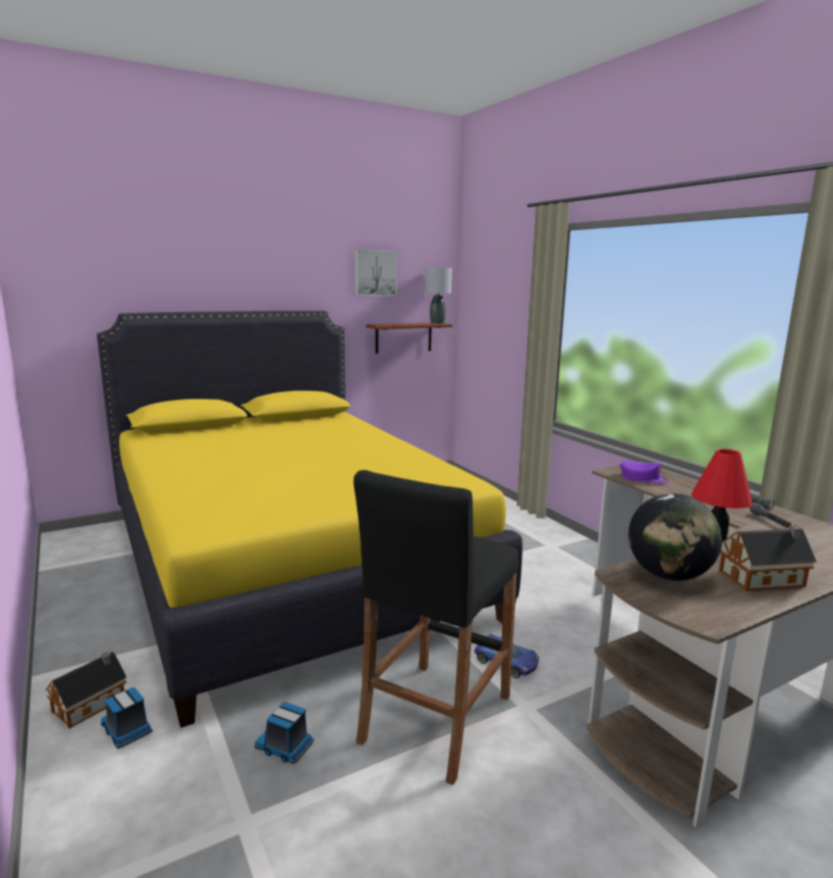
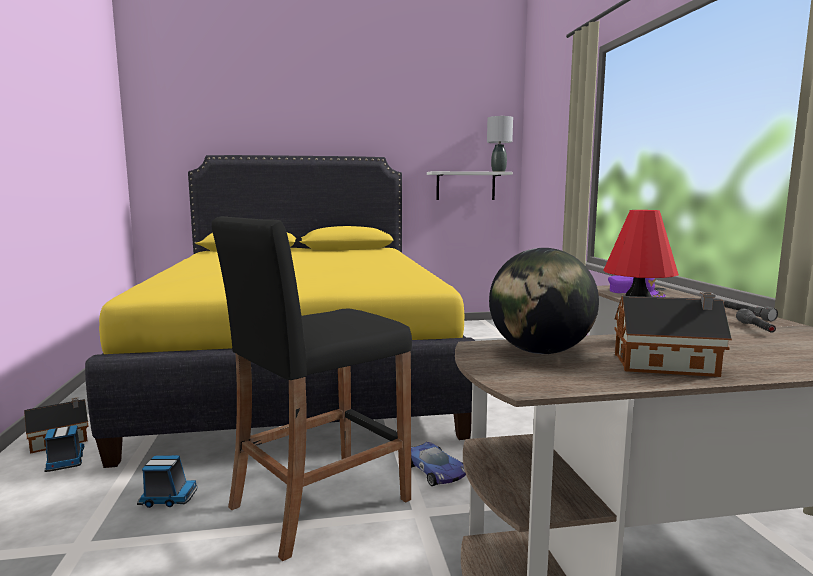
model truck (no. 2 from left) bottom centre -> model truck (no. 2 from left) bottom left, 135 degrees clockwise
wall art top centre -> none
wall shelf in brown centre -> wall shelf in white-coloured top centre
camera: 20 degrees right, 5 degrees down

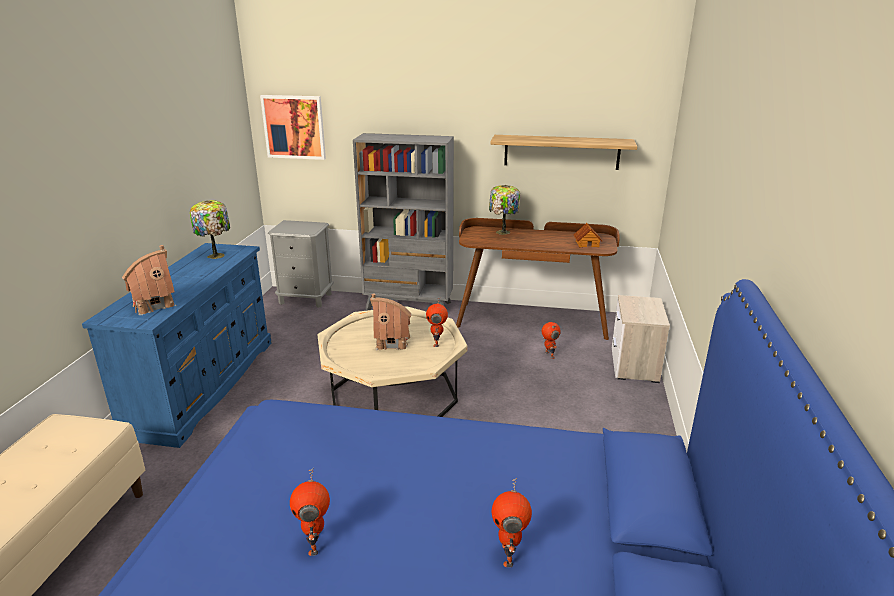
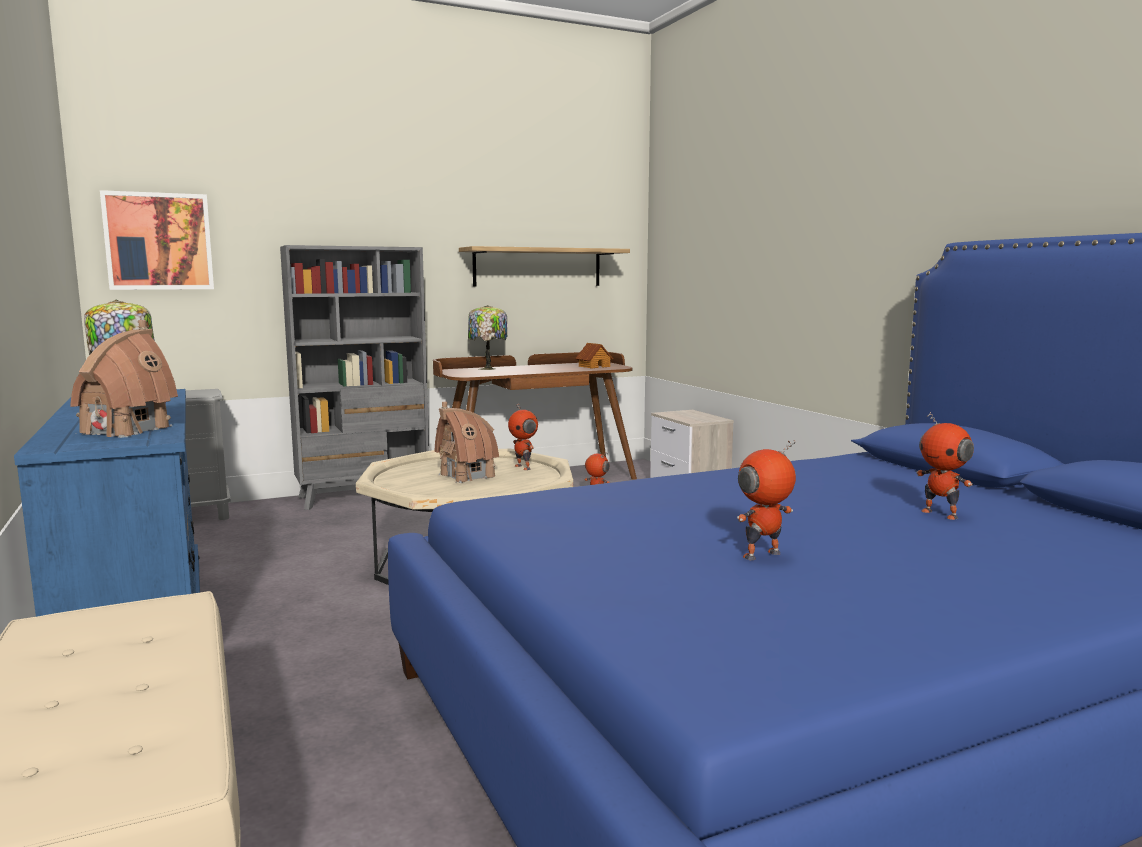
model robot (no. 1 from left in the first image) bottom centre -> model robot (no. 3 from left) middle right, 105 degrees clockwise
camera: 35 degrees left, 15 degrees down

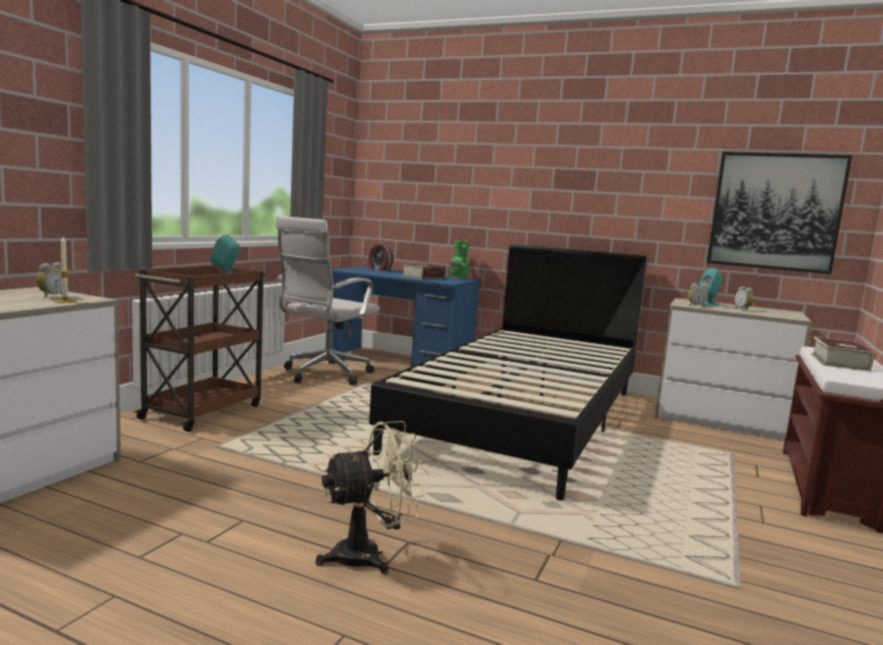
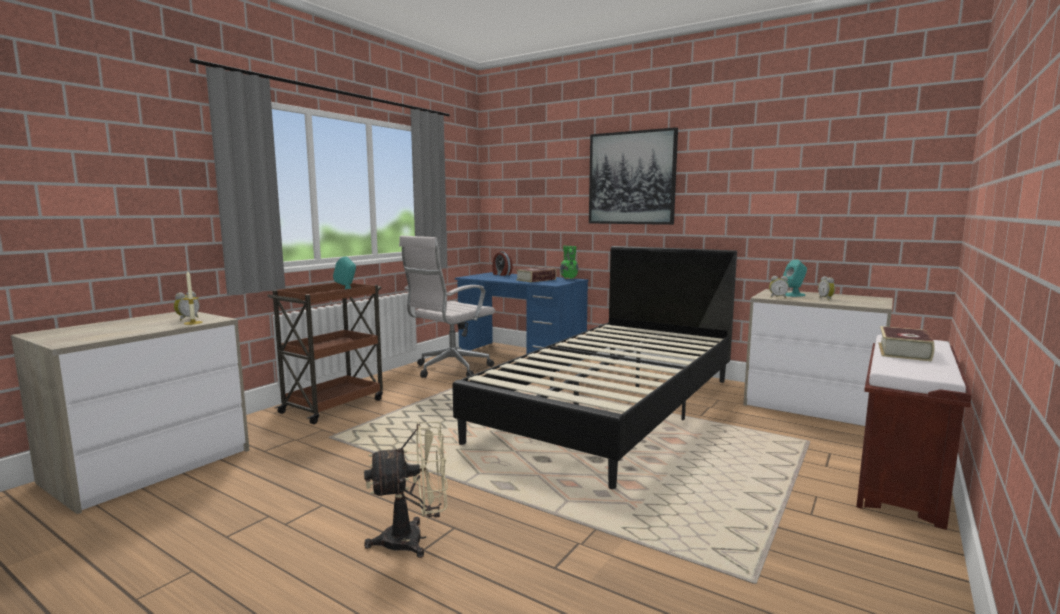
wall art top right -> wall art top centre, relocated
camera: 10 degrees right, 0 degrees up

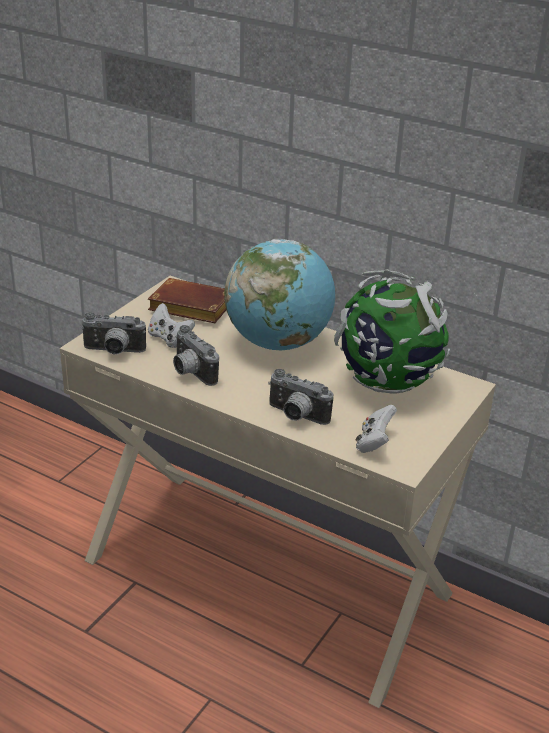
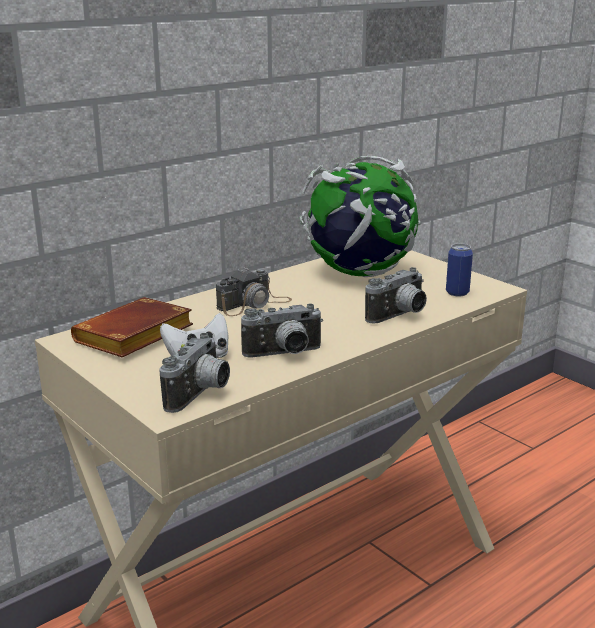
desk globe (no. 1 from left) centre -> still camera (no. 2 from left) centre
joypad in white-coloured (no. 2 from left) middle right -> sealed can middle right
camera: 70 degrees left, 10 degrees down

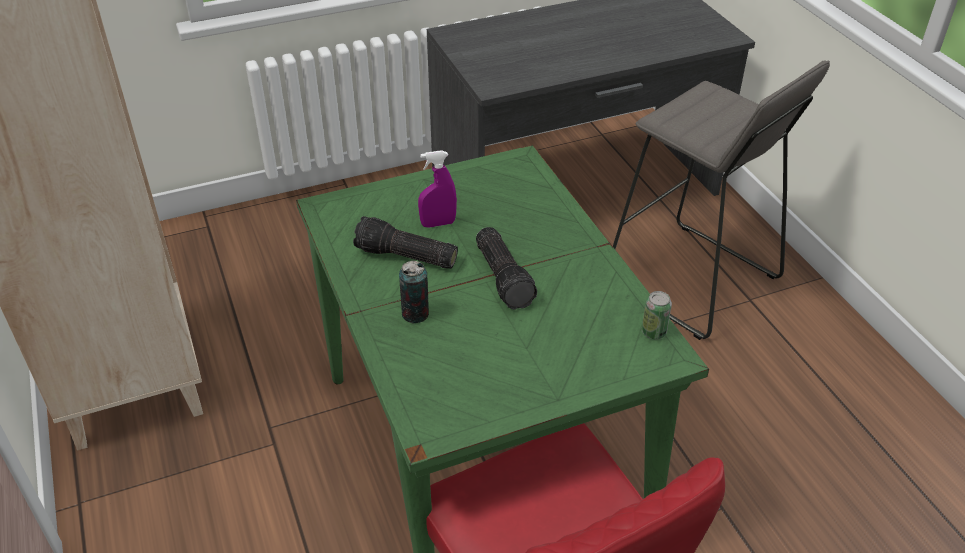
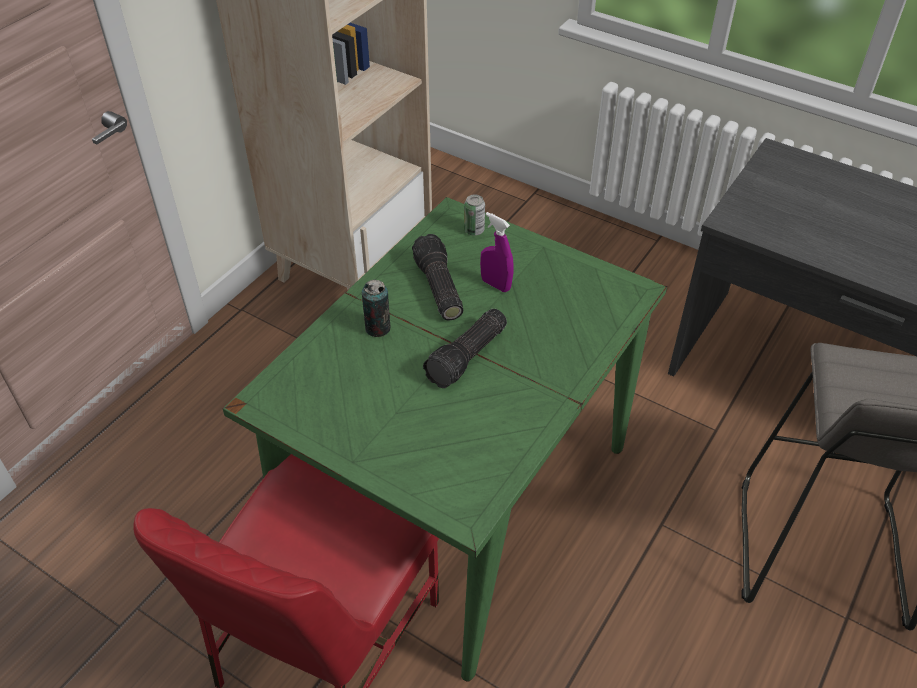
sealed can (no. 2 from left) middle right -> sealed can (no. 2 from left) top centre, relocated
camera: 55 degrees right, 5 degrees up

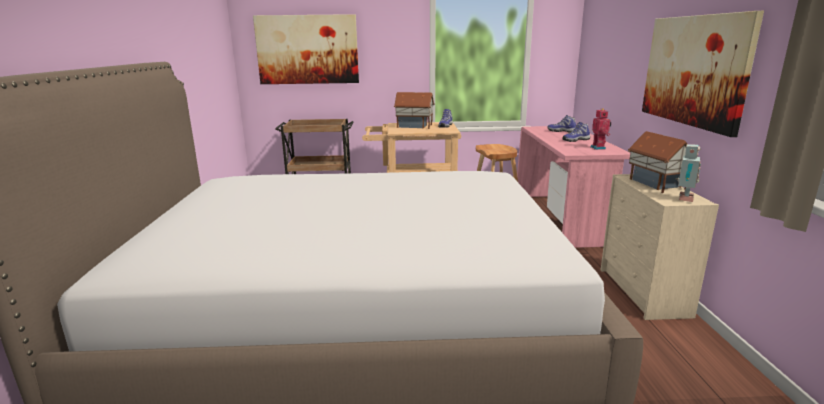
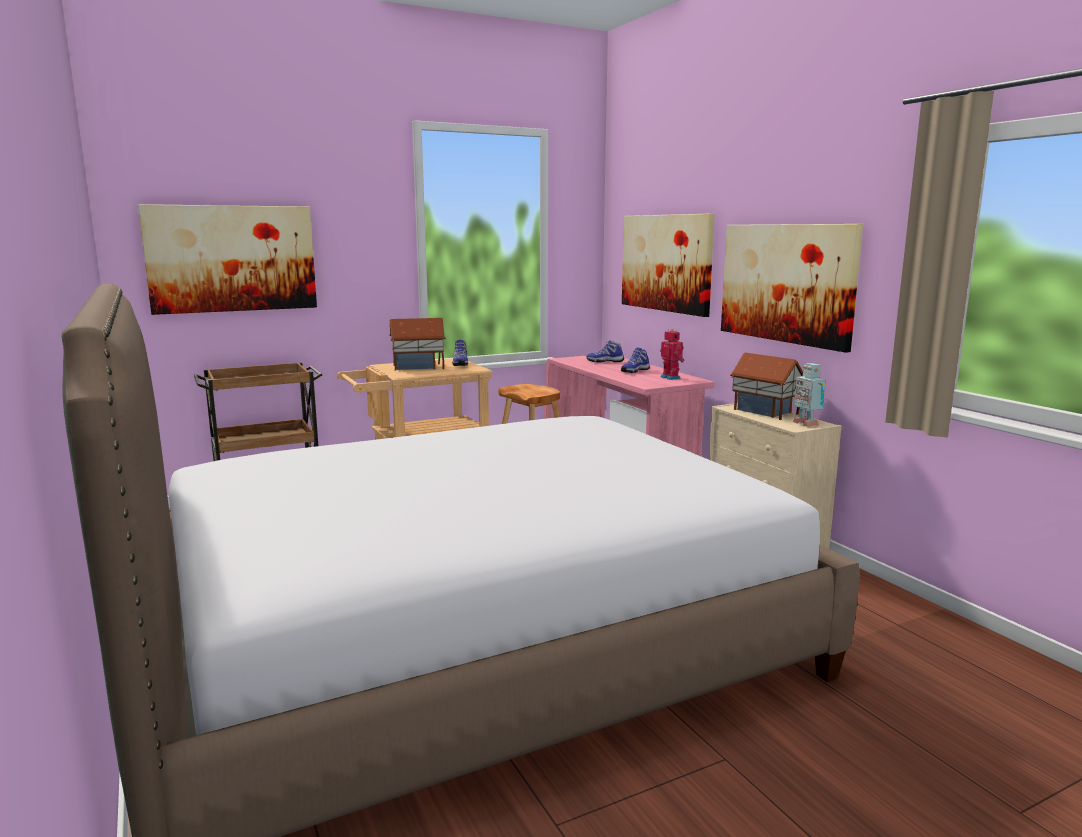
model robot (no. 2 from left) middle right, 150 degrees clockwise
none -> wall art (no. 2 from left) top centre
camera: 25 degrees left, 5 degrees down

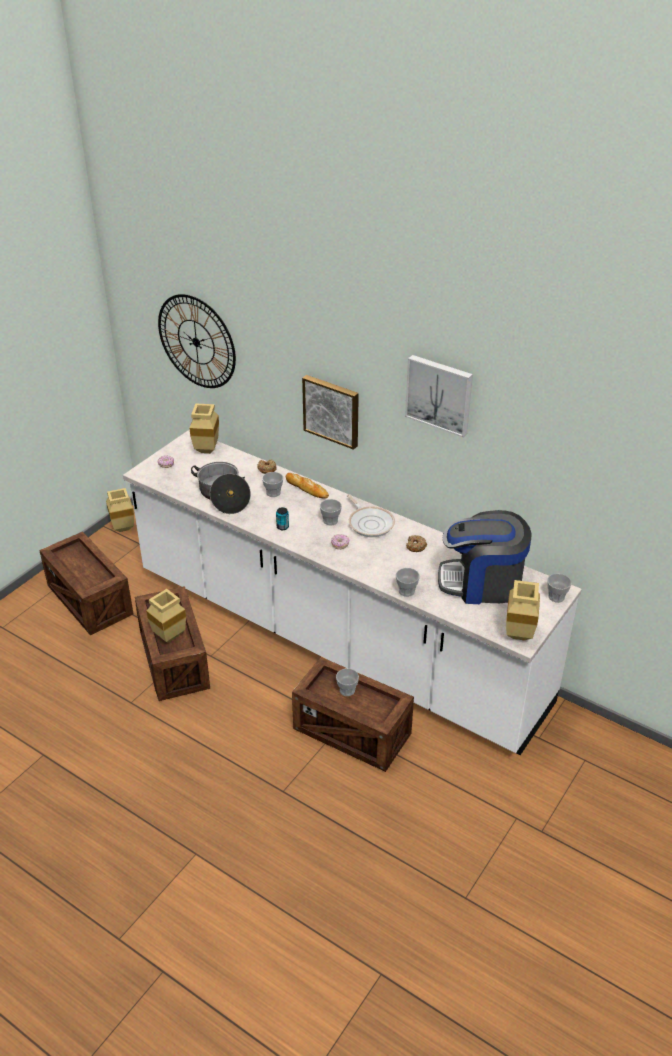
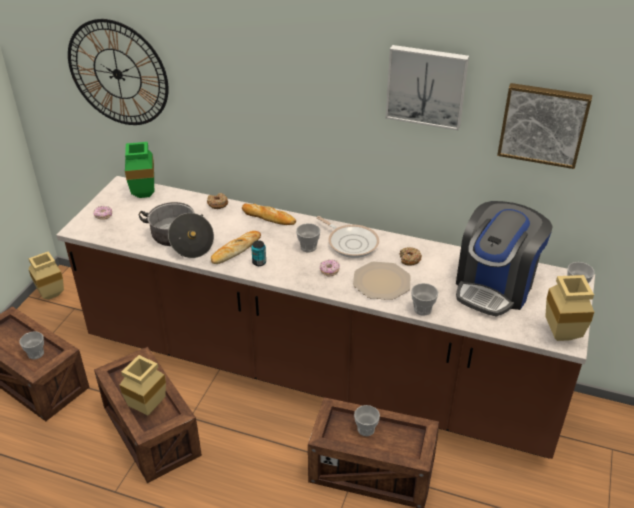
counter in white-coloured centre -> counter in brown centre
vase in beige (no. 3 from left) middle left -> vase in green middle left
drinking cup (no. 1 from left) centre -> drinking cup (no. 1 from left) bottom left, relocated
wall art (no. 1 from left in the first image) centre -> wall art (no. 2 from left) top right, relocated
coffee machine middle right, 45 degrees counterclockwise
none -> bread (no. 1 from left) centre
none -> plate centre
camera: 15 degrees left, 0 degrees up

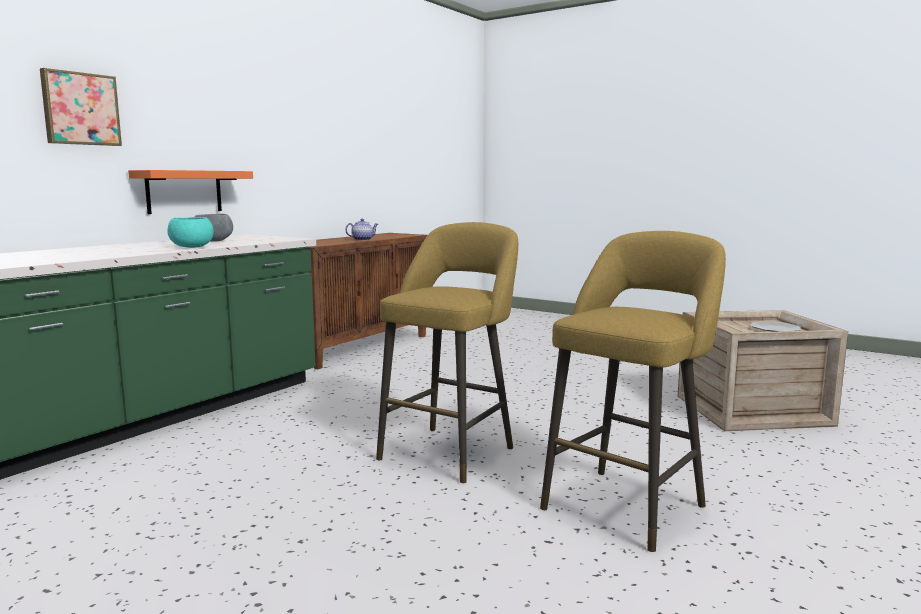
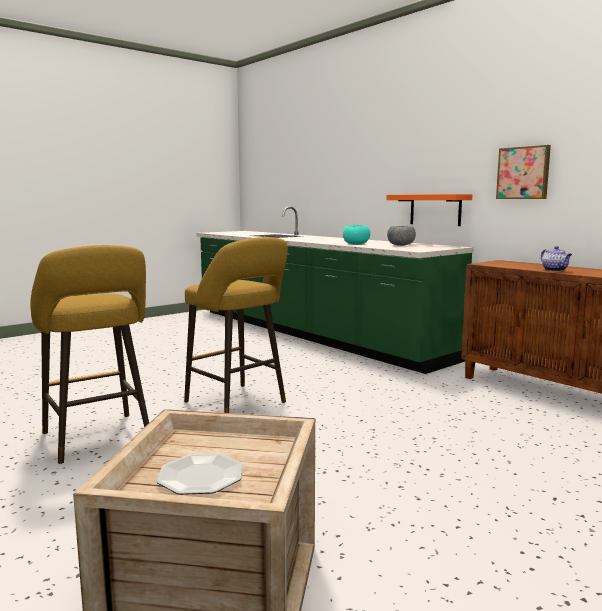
wall art top left -> wall art top right, relocated
camera: 105 degrees right, 0 degrees up

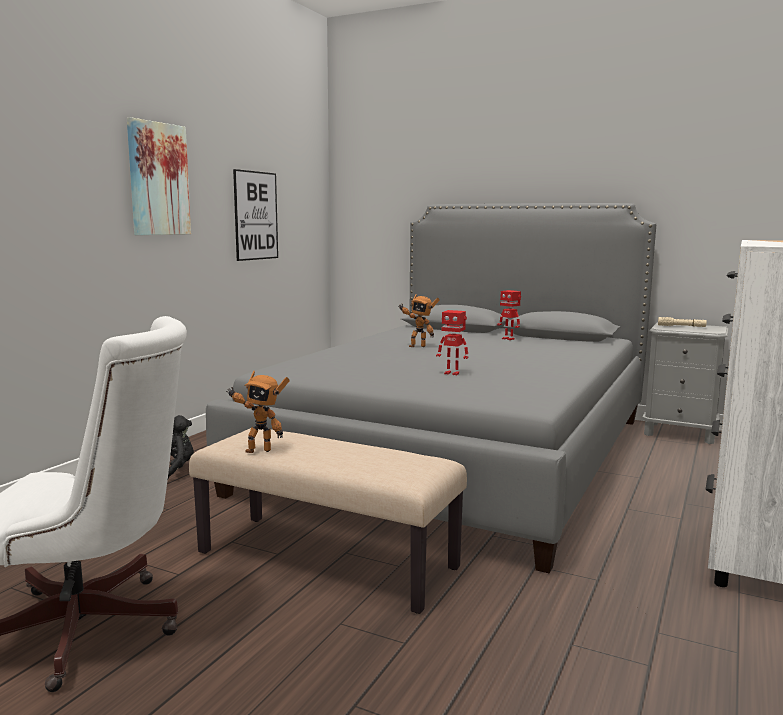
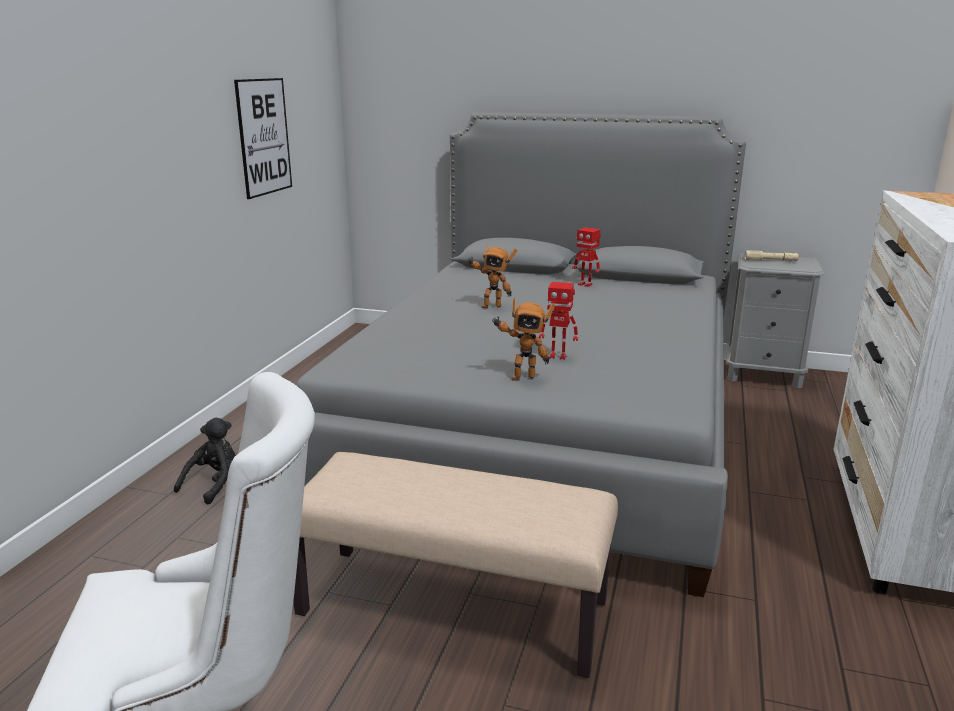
wall art (no. 1 from left) top left -> none
model robot (no. 1 from left in the first image) middle left -> model robot (no. 2 from left) centre, relocated
camera: 10 degrees left, 10 degrees up

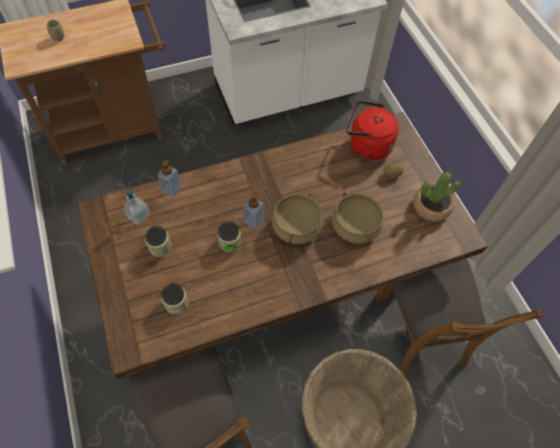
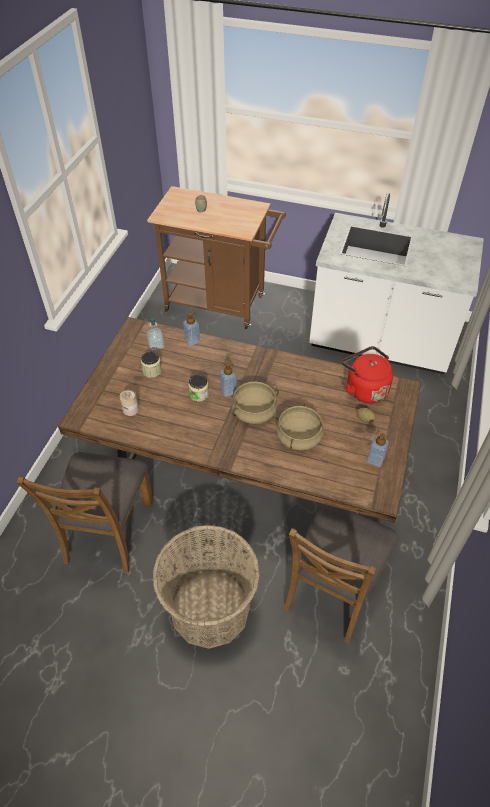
preserve jar (no. 2 from left) bottom left -> sealed can middle left
potted plant middle right -> soap bottle (no. 4 from left) middle right
camera: 40 degrees right, 10 degrees down

